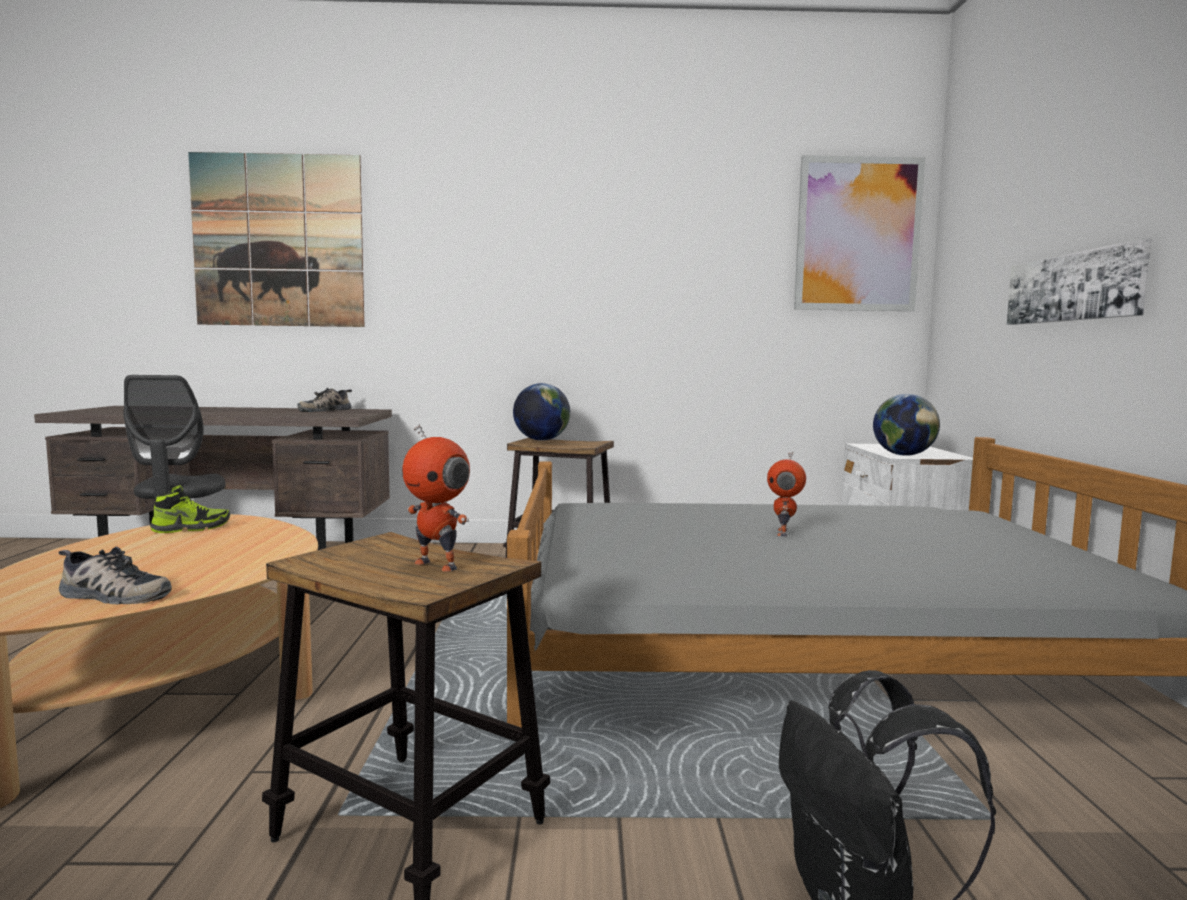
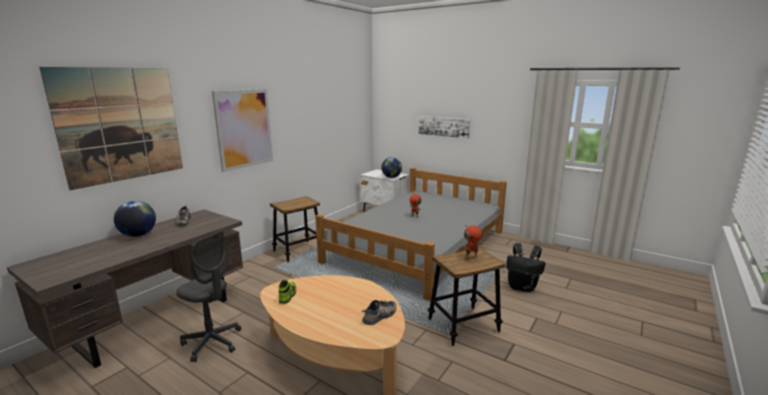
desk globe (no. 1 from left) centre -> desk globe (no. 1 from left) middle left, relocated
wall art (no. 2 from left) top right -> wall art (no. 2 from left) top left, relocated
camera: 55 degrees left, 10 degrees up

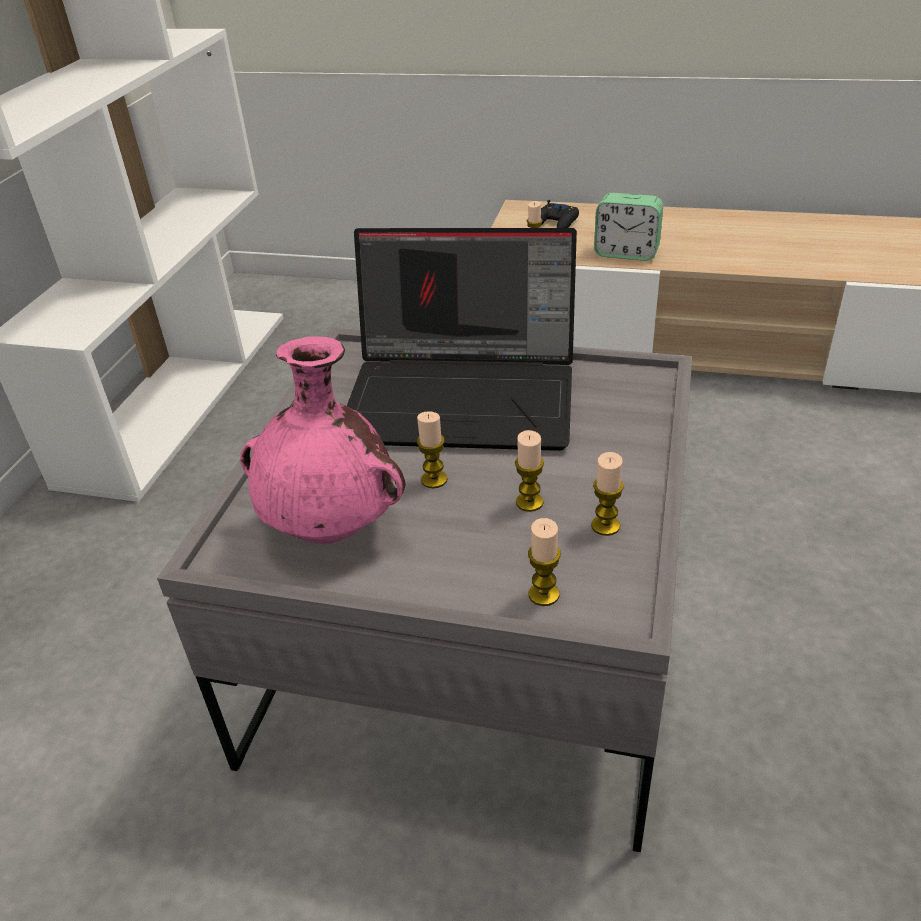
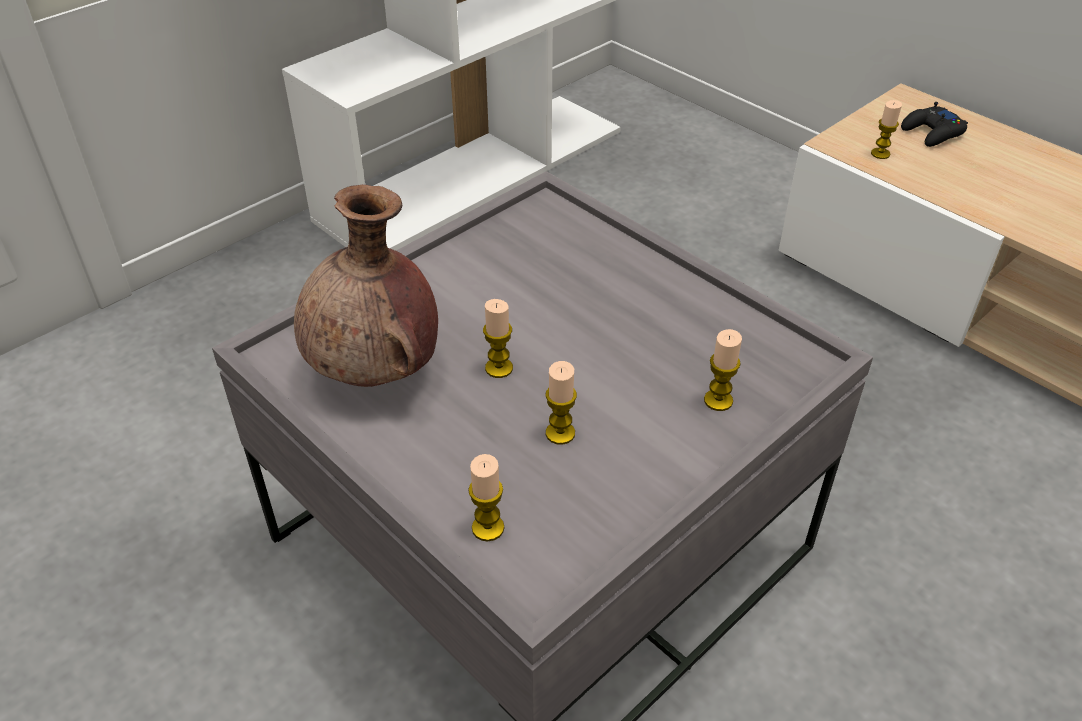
vase in pink-coloured centre -> vase in brown centre
notebook computer centre -> none
wax candle (no. 5 from left in the first image) centre -> wax candle (no. 4 from left) middle right, relocated
table clock top right -> none
camera: 30 degrees right, 5 degrees up

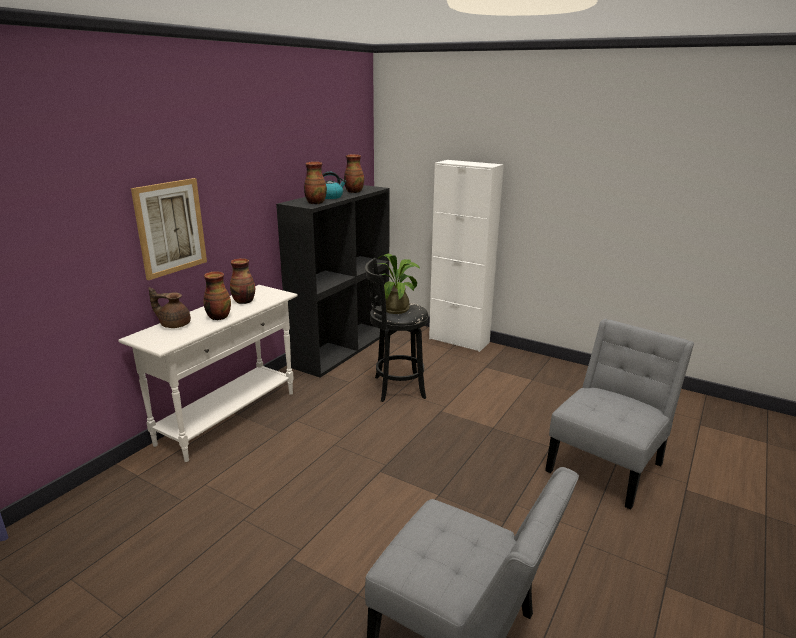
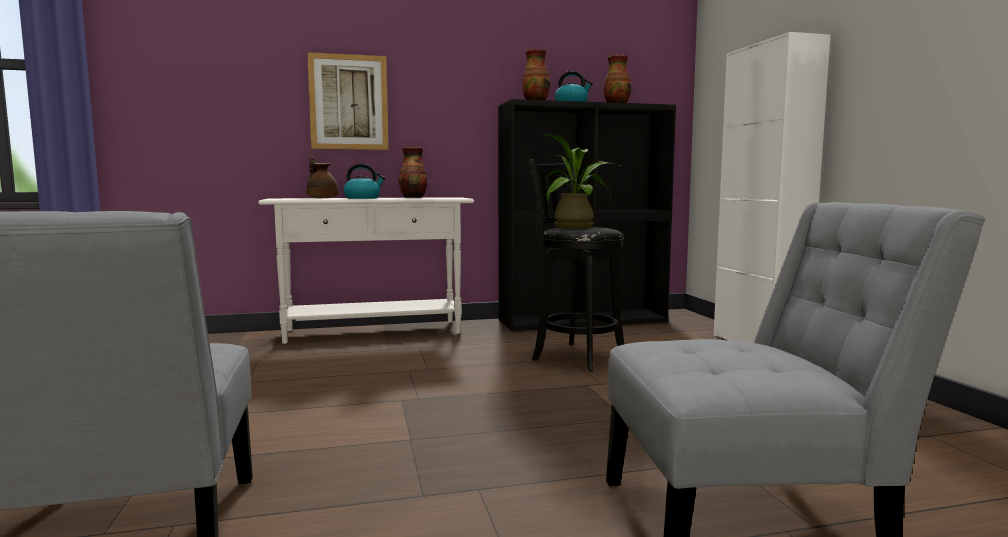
vase (no. 1 from left) middle left -> water kettle (no. 1 from left) centre
camera: 45 degrees right, 15 degrees down

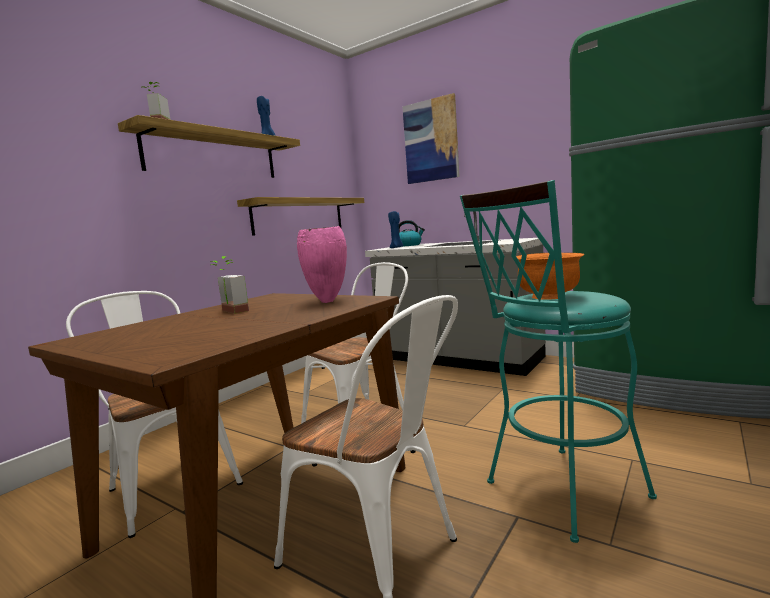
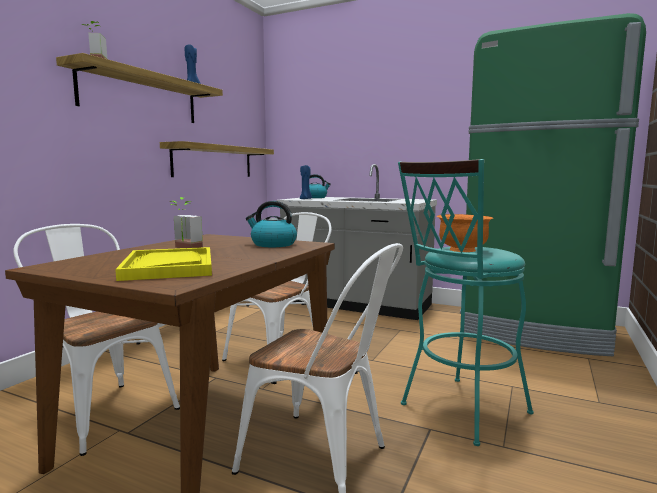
vase in pink-coloured centre -> water kettle (no. 1 from left) centre
wall art top centre -> none
none -> carrying tray in yellow middle left
camera: 10 degrees left, 0 degrees up

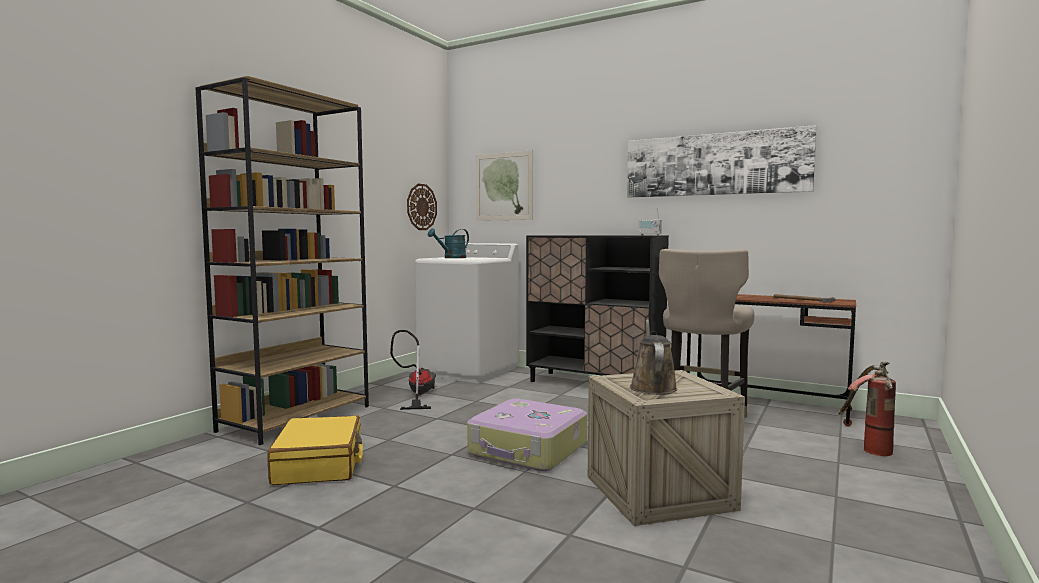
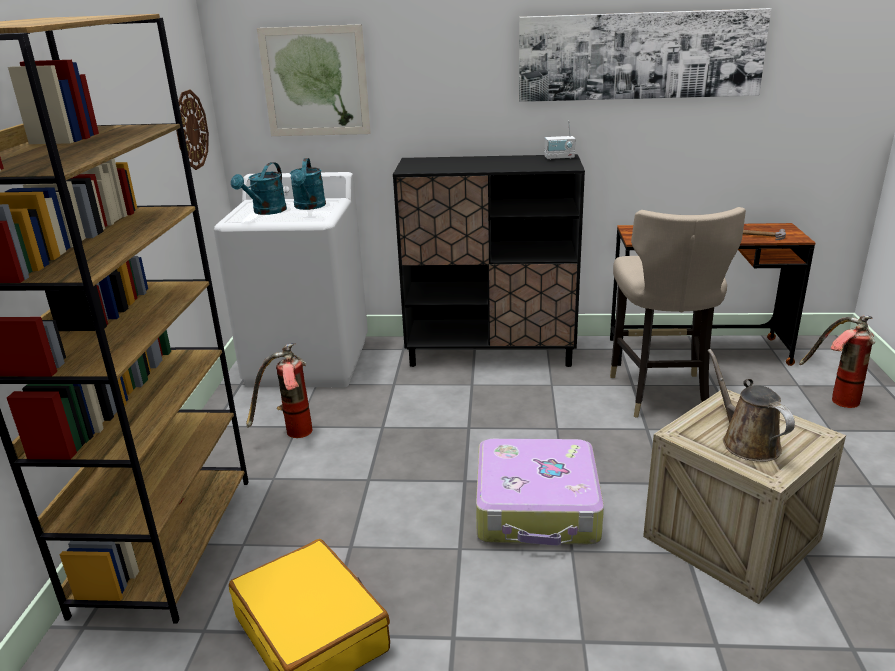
vacuum cleaner centre -> extinguisher (no. 1 from left) middle left
none -> watering pot in blue-green (no. 2 from left) top centre
camera: 25 degrees left, 20 degrees up

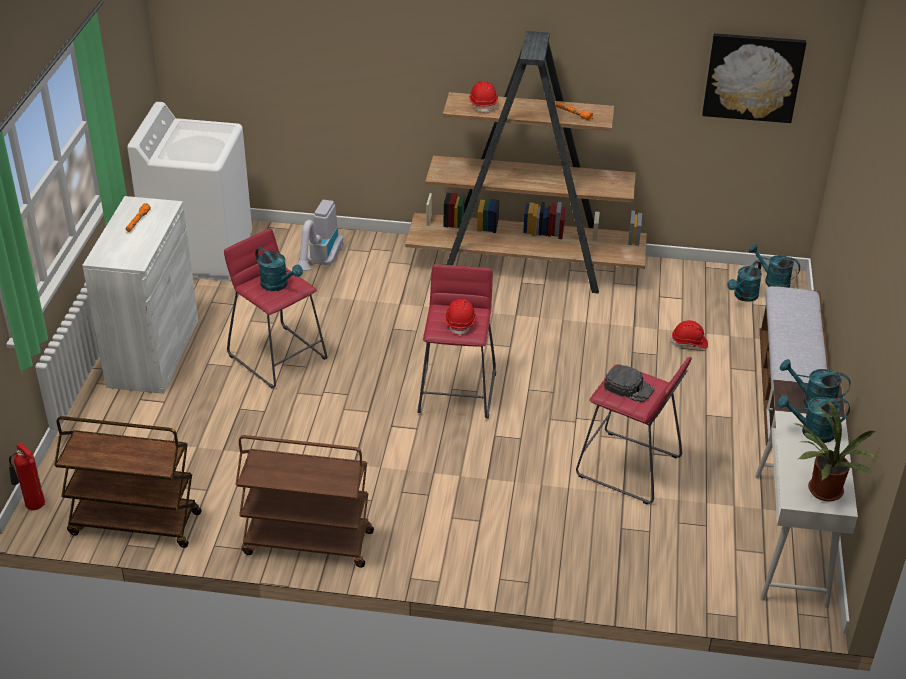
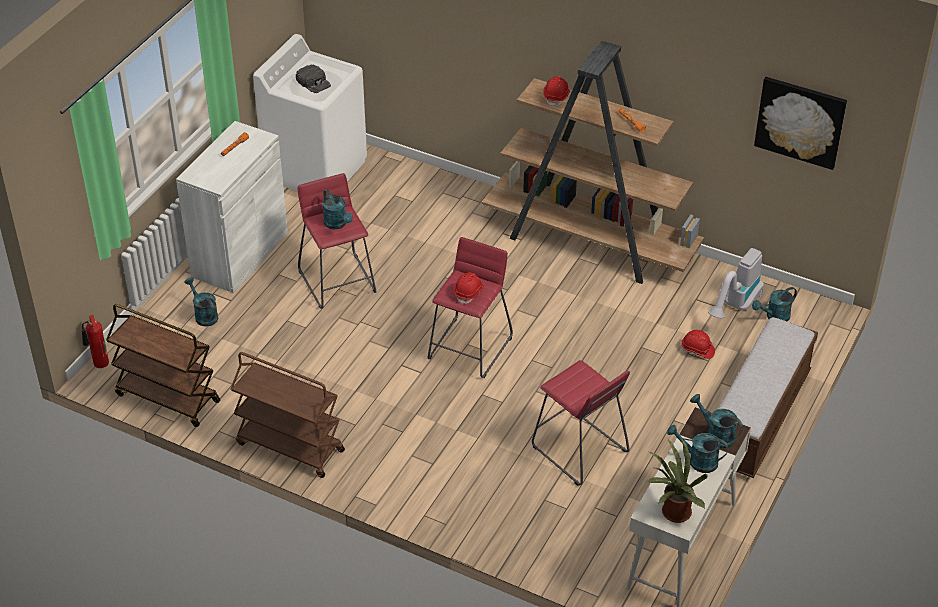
vacuum cleaner centre -> vacuum cleaner middle right, relocated
baseball cap in blackish middle right -> baseball cap in blackish top centre, relocated
watering pot in blue-green (no. 3 from left in the first image) middle right -> watering pot in blue-green (no. 1 from left) middle left, relocated
camera: 20 degrees right, 5 degrees up

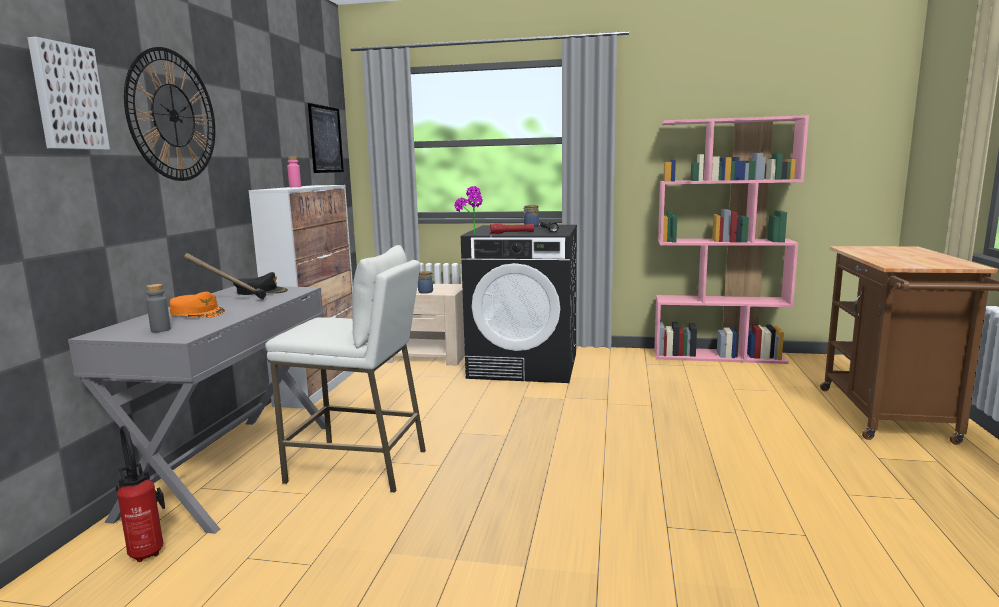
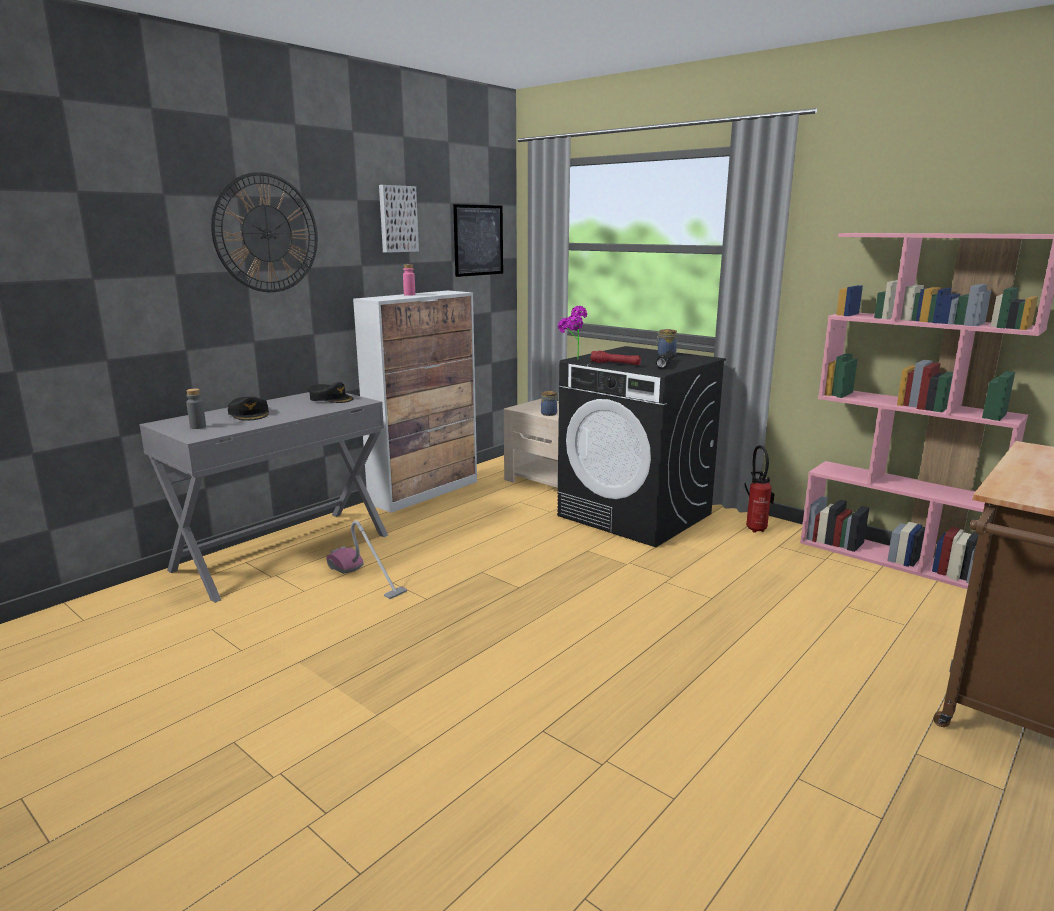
wall art (no. 1 from left) top left -> wall art (no. 1 from left) top centre, relocated
extinguisher bottom left -> extinguisher middle right, relocated
baseball cap in orange middle left -> baseball cap in blackish (no. 1 from left) middle left
tool hammer middle left -> none
sitting stool in white-coloured centre -> vacuum cleaner centre
camera: 30 degrees right, 5 degrees up

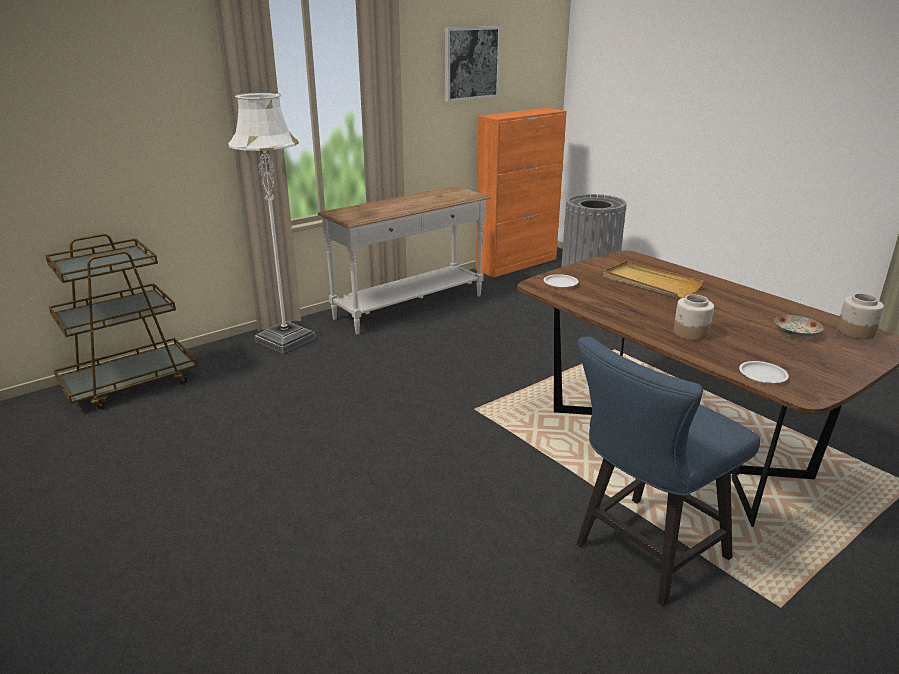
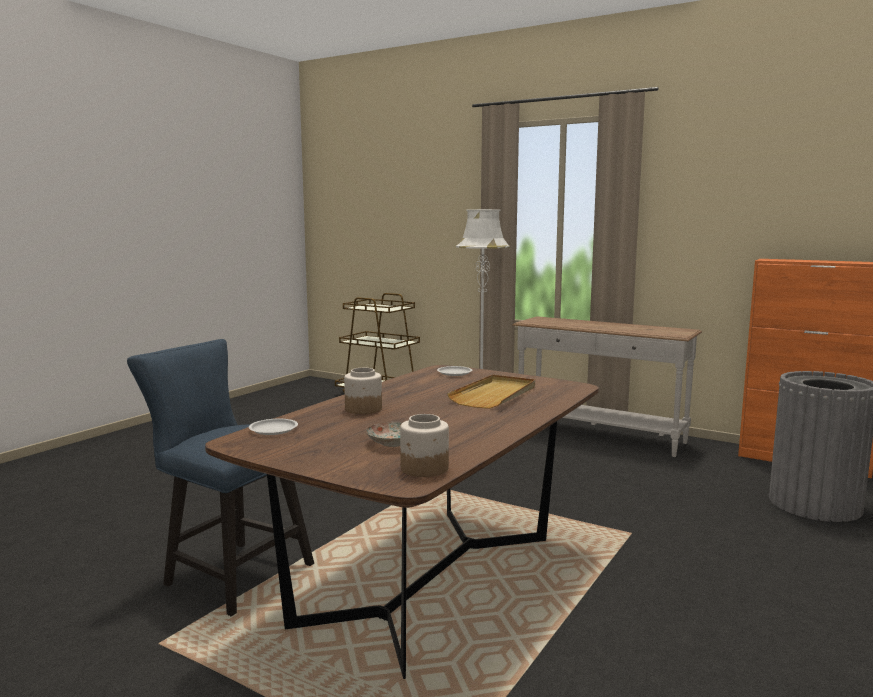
wall art top centre -> none
camera: 70 degrees right, 15 degrees down

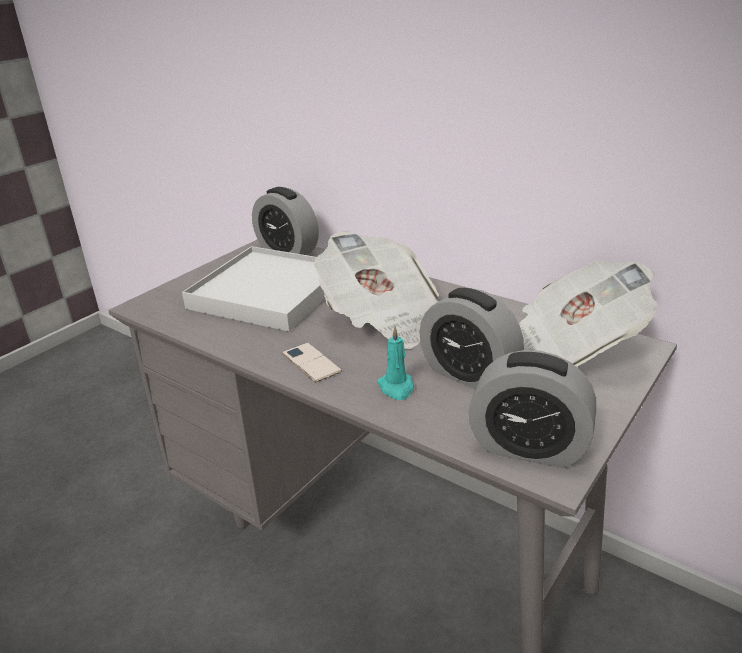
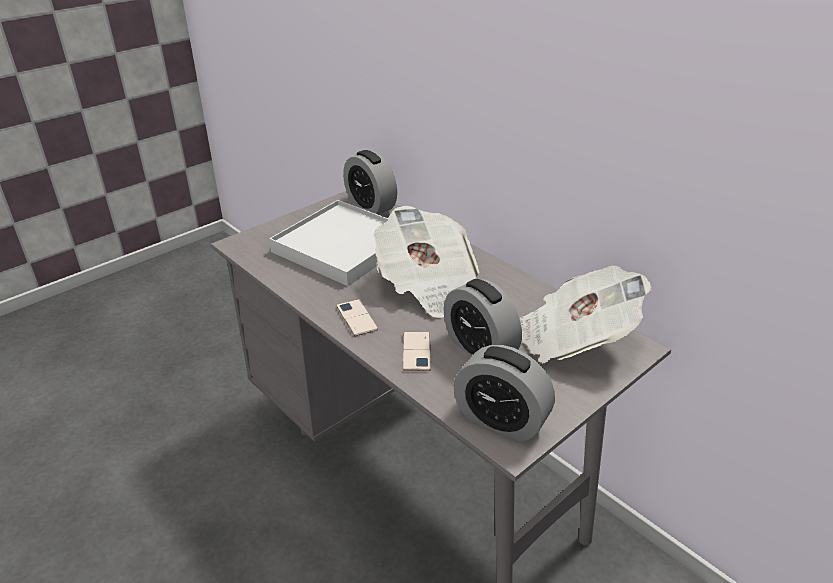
wax candle in blue-green centre -> handset (no. 2 from left) centre
camera: 10 degrees right, 5 degrees up

